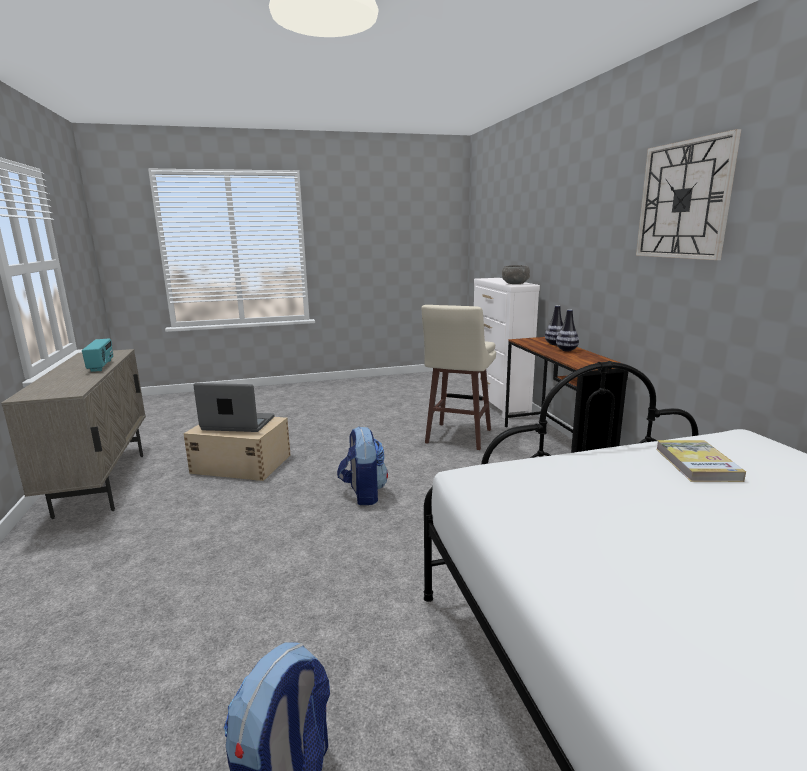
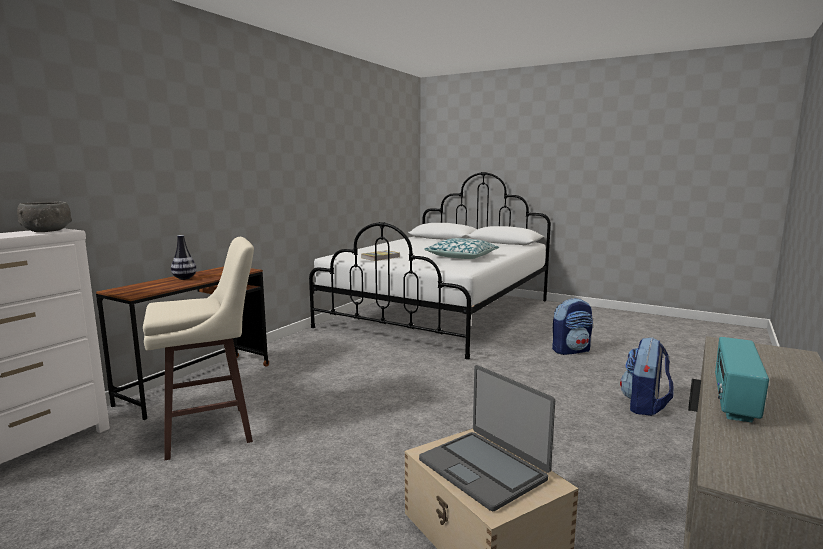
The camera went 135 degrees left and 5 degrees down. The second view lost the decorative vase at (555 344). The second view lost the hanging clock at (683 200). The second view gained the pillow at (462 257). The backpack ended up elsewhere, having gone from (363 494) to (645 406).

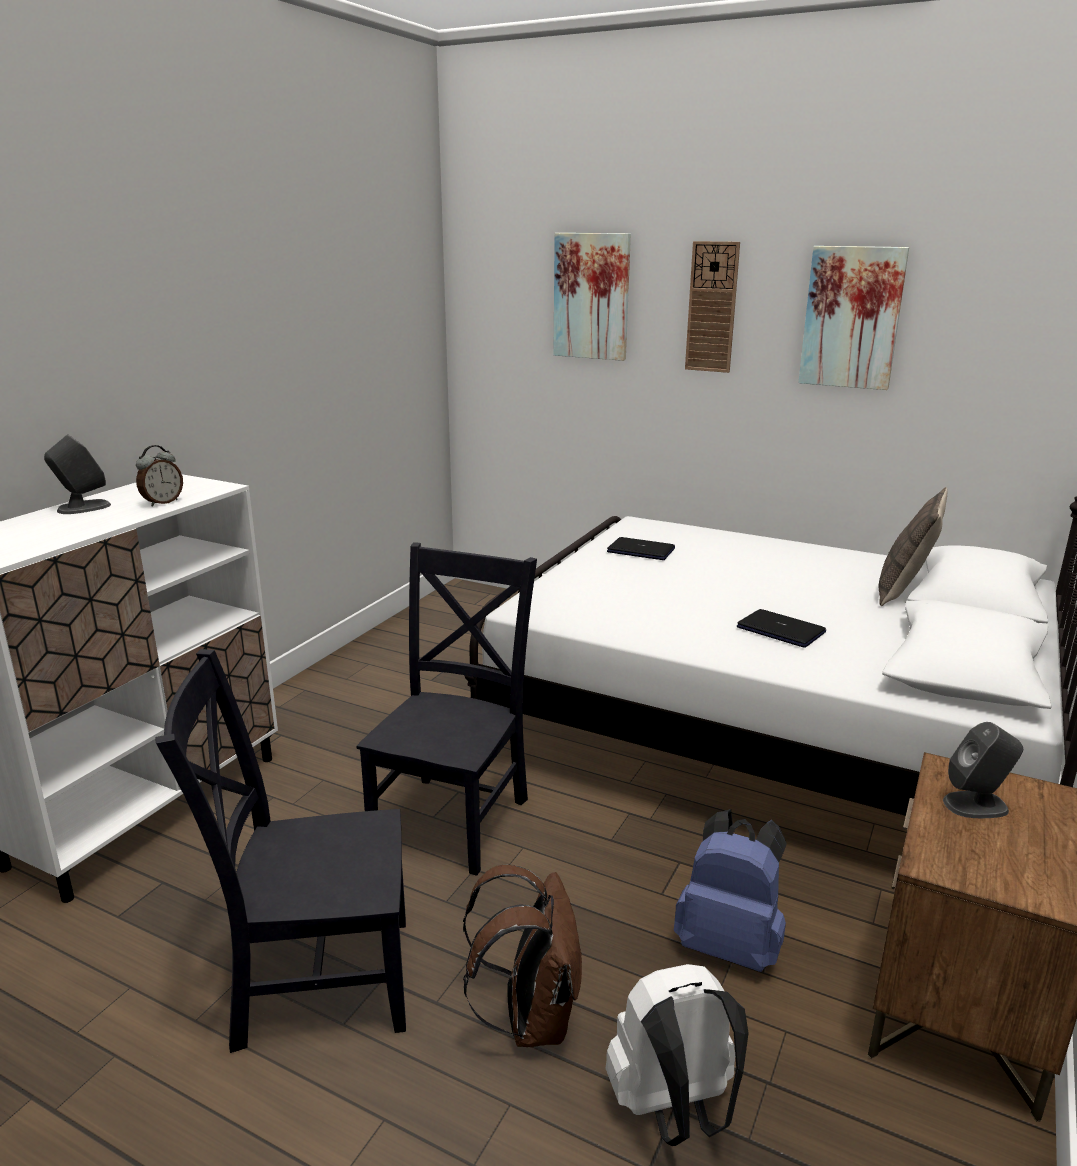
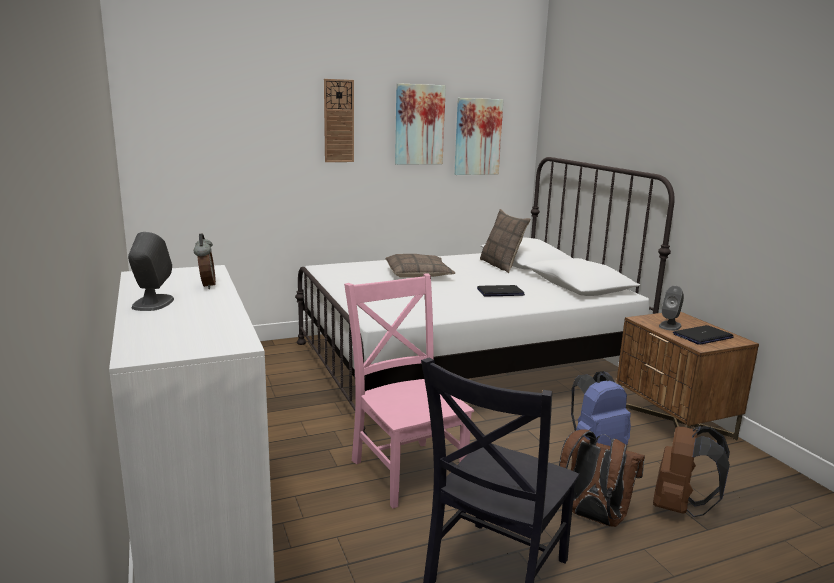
The camera went 50 degrees left and 5 degrees down. The second view gained the pillow at (418 274). The picture ended up elsewhere, having gone from (592 296) to (477 137). The notebook computer ended up elsewhere, having gone from (641 550) to (702 336). What was the upright chair in black at (454 818) turned into the upright chair in pink-coloured at (406 469). What was the backpack in white-coloured at (674 1110) turned into the backpack in brown at (680 507).

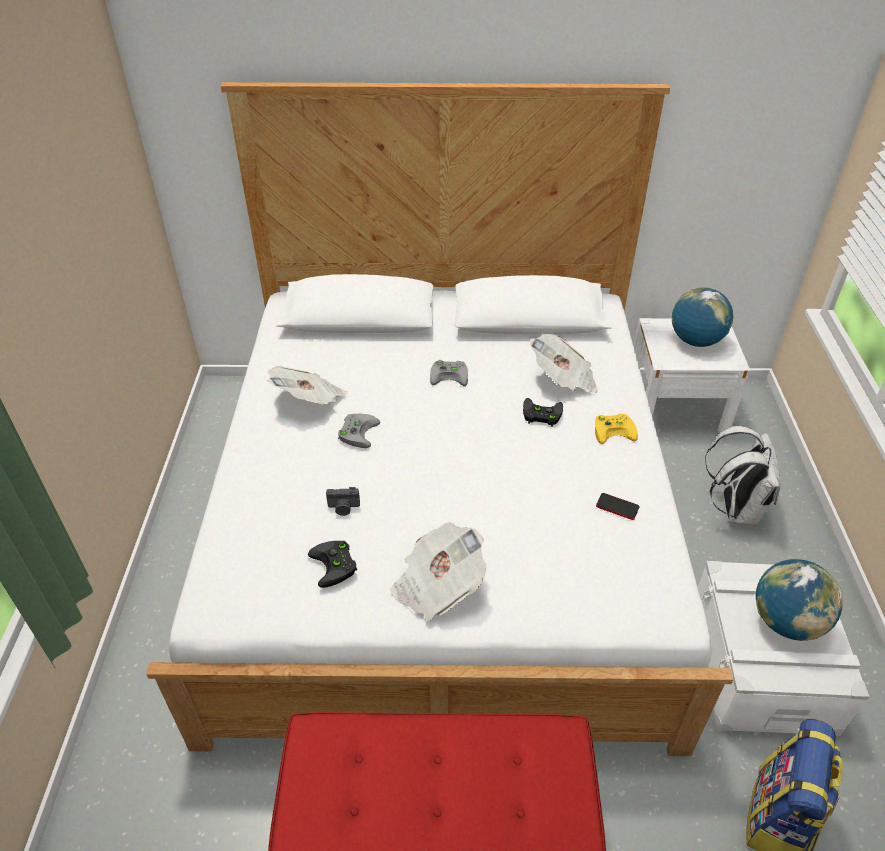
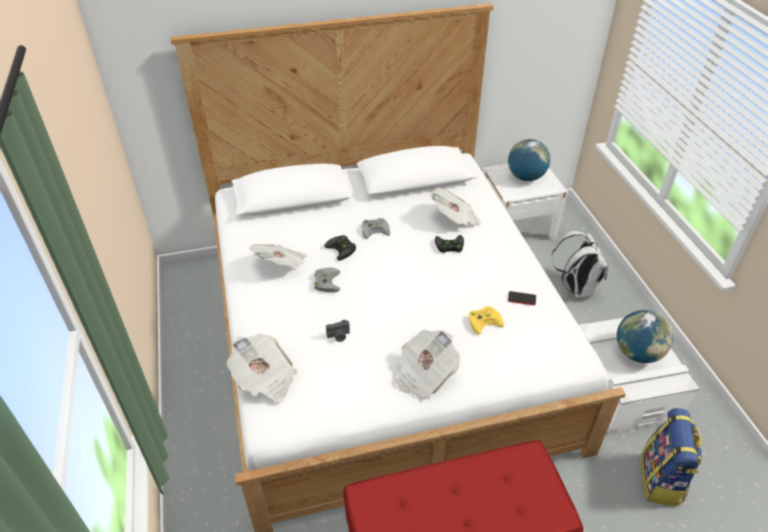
The camera went 15 degrees left and 0 degrees up. The second view gained the daily paper at (265 379). The gamepad in black ended up elsewhere, having gone from (335 565) to (342 249). The gamepad in yellow ended up elsewhere, having gone from (614 430) to (485 320).

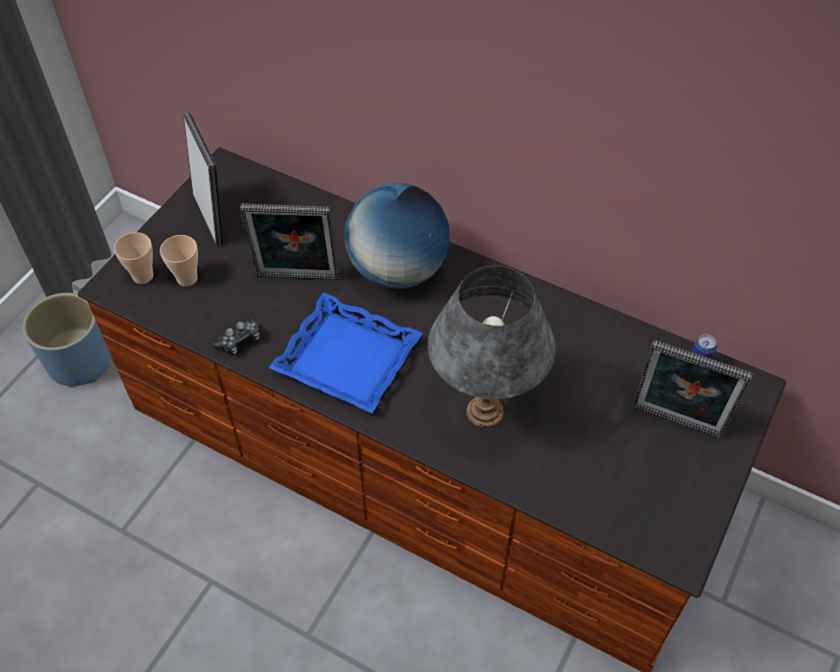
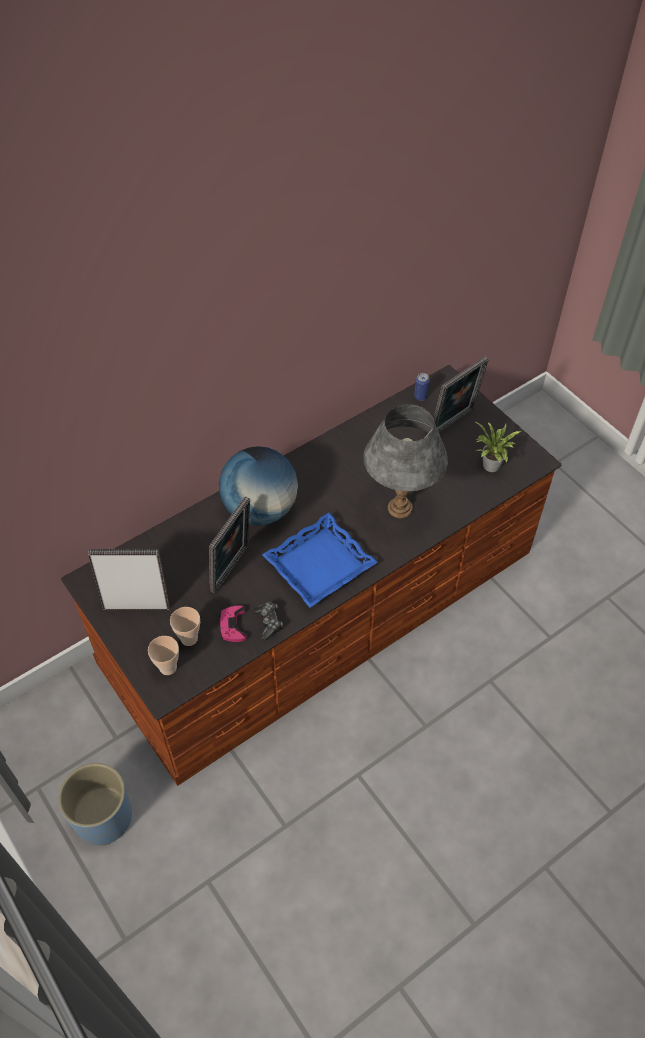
The camera went 65 degrees left and 0 degrees up. The second view gained the gamepad in pink-coloured at (233 626). The second view gained the potted plant at (490 467).

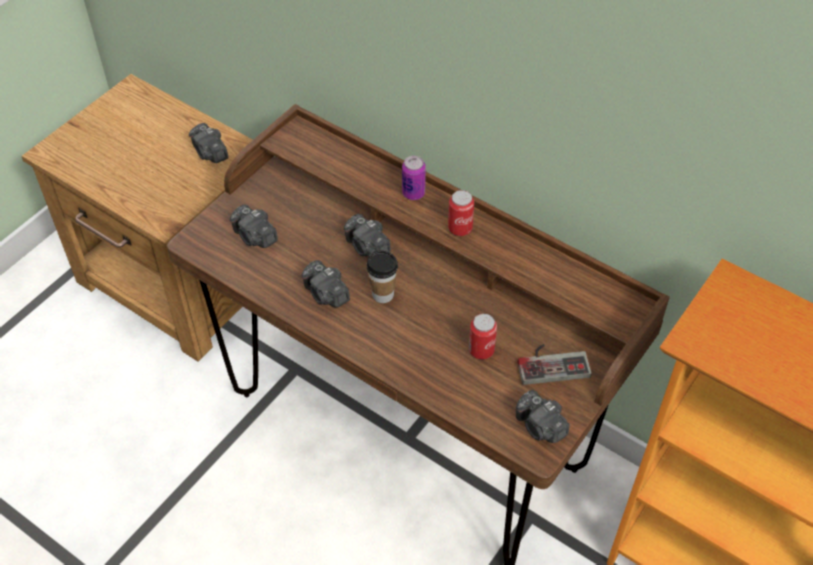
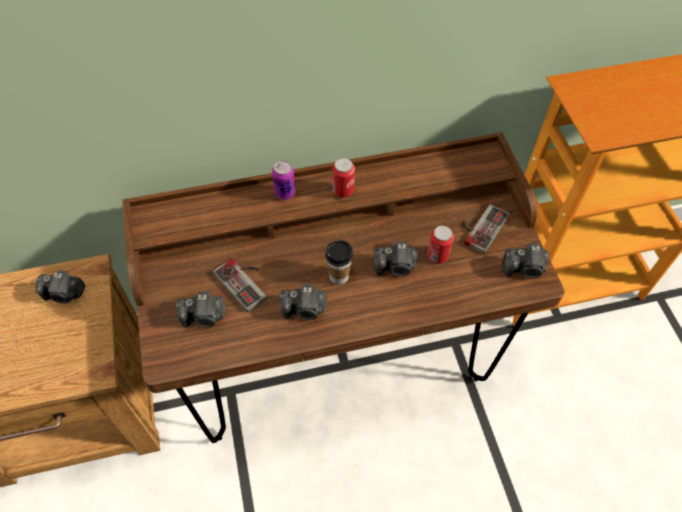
The camera went 50 degrees left and 5 degrees up. The second view gained the gamepad at (245 282). The photo camera ended up elsewhere, having gone from (367 247) to (395 267).

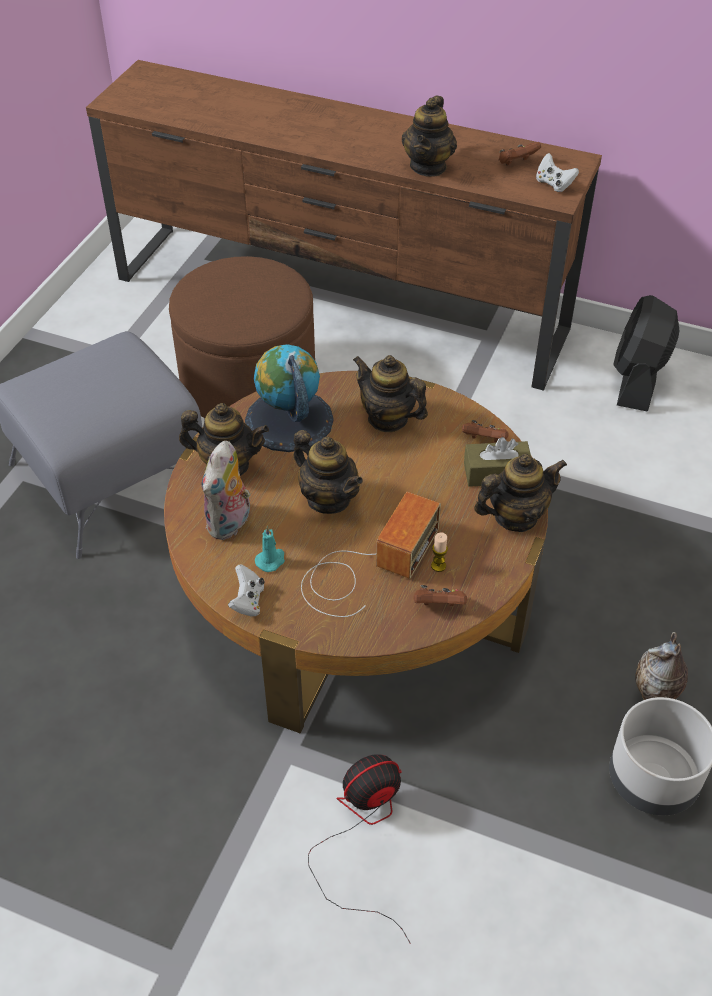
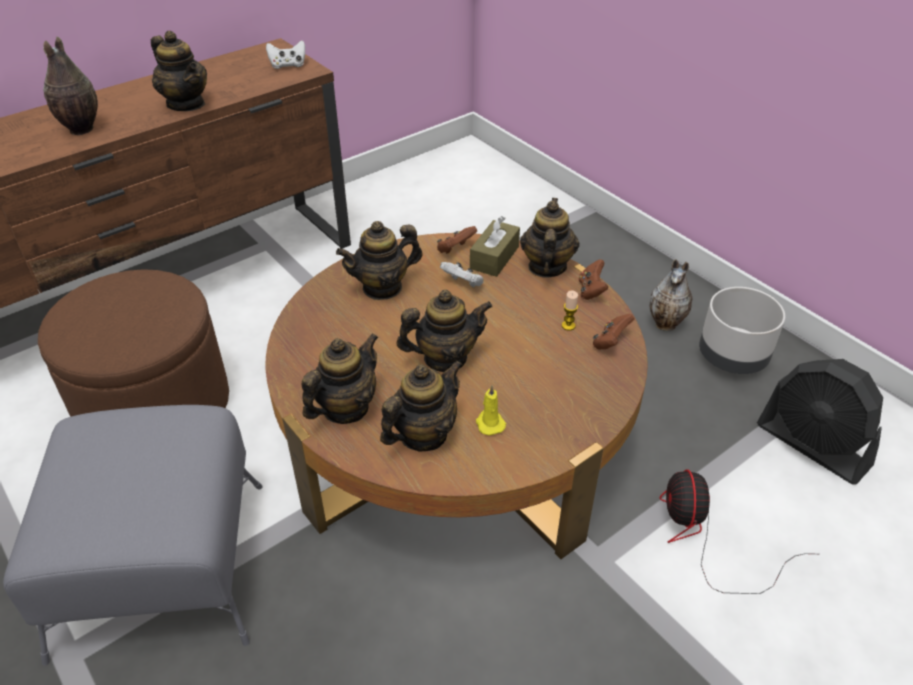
The camera went 60 degrees left and 5 degrees down. The second view lost the desk globe at (288 420). The second view lost the radio receiver at (366 567). The second view gained the decorative vase at (81 130). The gamepad in white-coloured ended up elsewhere, having gone from (248 601) to (463 284). The gamepad in brown ended up elsewhere, having gone from (516 163) to (591 290). The fan in black ended up elsewhere, having gone from (637 379) to (813 445). Where the plush toy stood at (230 524), the teapot came to stand at (423 434). What was the wax candle in turquoise-coloured at (271 560) turned into the wax candle in yellow at (489 423).

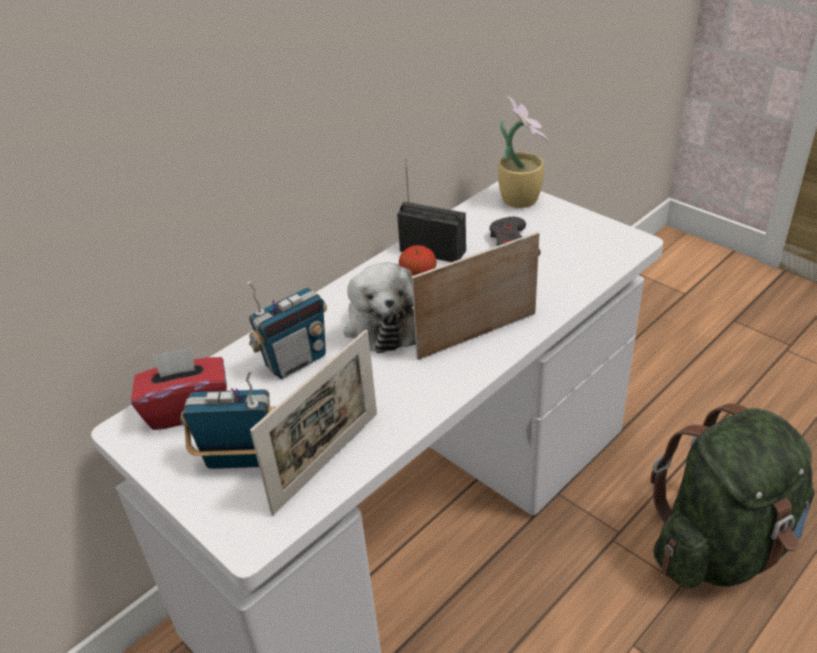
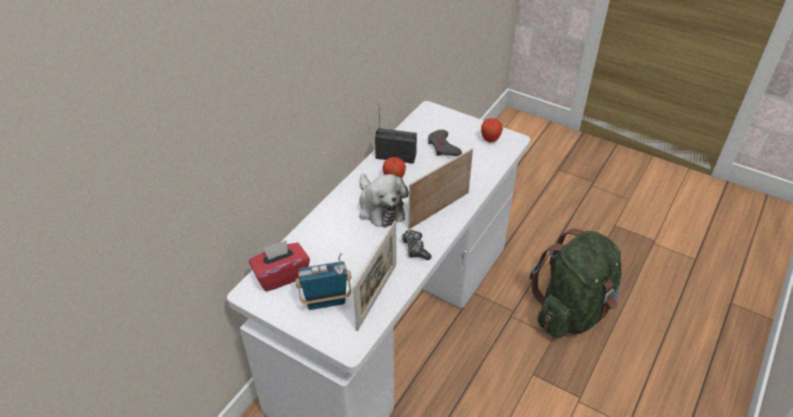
The camera went 15 degrees left and 5 degrees up. The second view lost the radio receiver at (295 361). The second view lost the potted plant at (520 199). The second view gained the gamepad at (415 249). The second view gained the whole apple at (490 140).

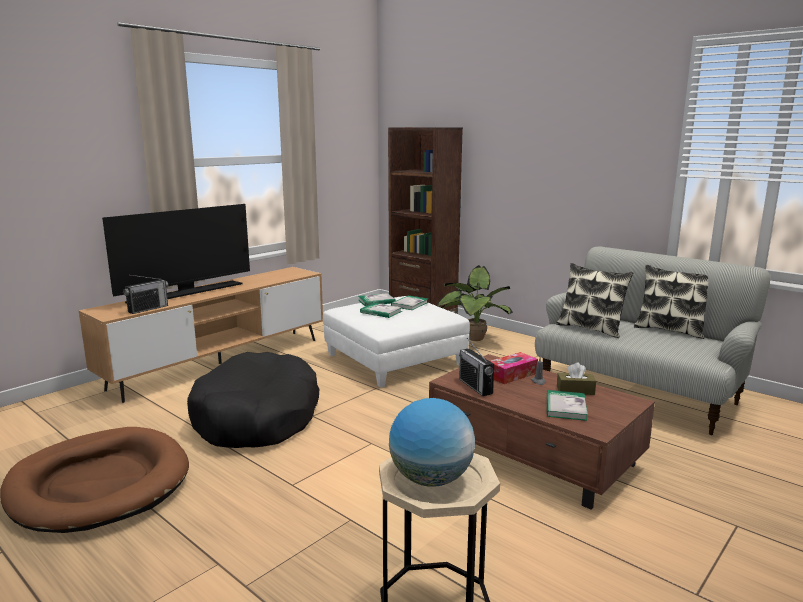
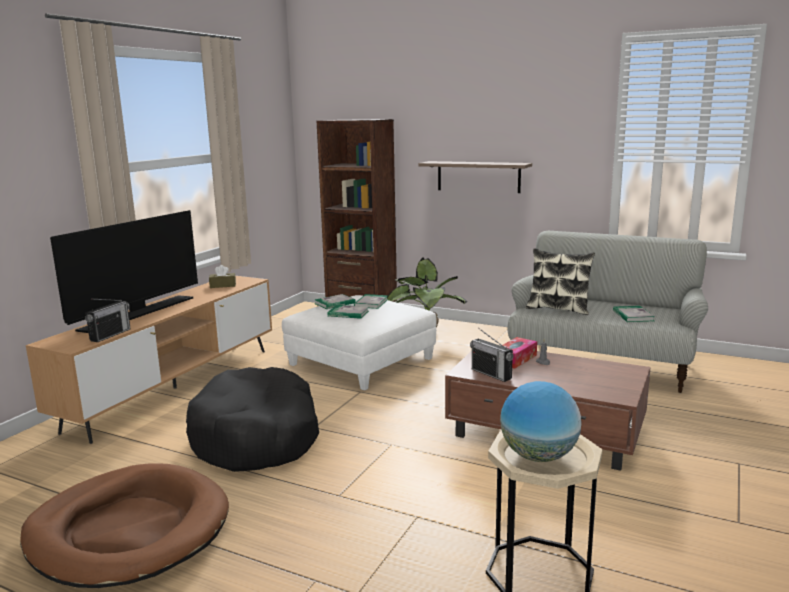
The camera went 15 degrees left and 0 degrees up. The second view lost the pillow at (670 330). The second view gained the bracket shelf at (478 176). The volume ended up elsewhere, having gone from (565 407) to (633 316). The box of tissues in brown ended up elsewhere, having gone from (575 390) to (223 285).

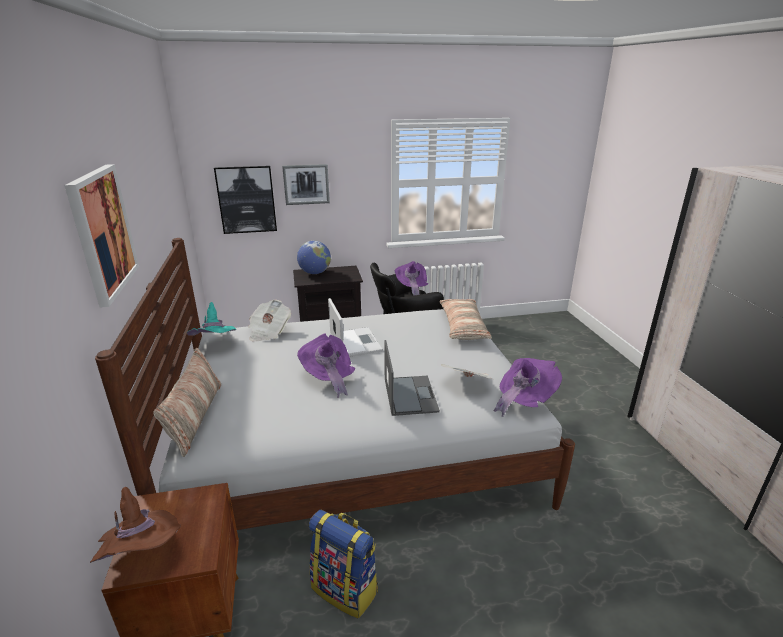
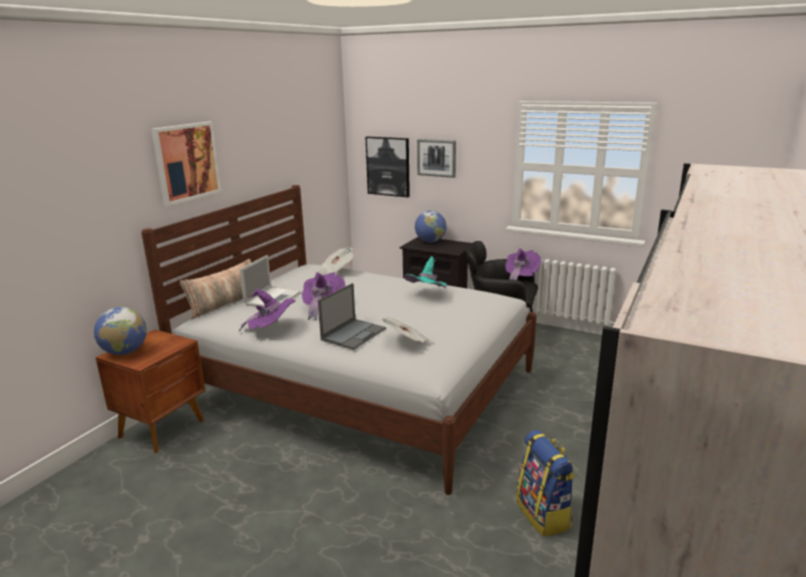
The camera went 40 degrees right and 5 degrees down. The second view lost the pillow at (462 327). The clothing hat in turquoise-coloured ended up elsewhere, having gone from (216 345) to (427 296). The backpack ended up elsewhere, having gone from (346 589) to (544 514). The notebook computer ended up elsewhere, having gone from (355 342) to (273 298). The clothing hat in purple ended up elsewhere, having gone from (524 400) to (271 329). Where the clothing hat in brown stood at (143 554), the desk globe came to stand at (125 352).

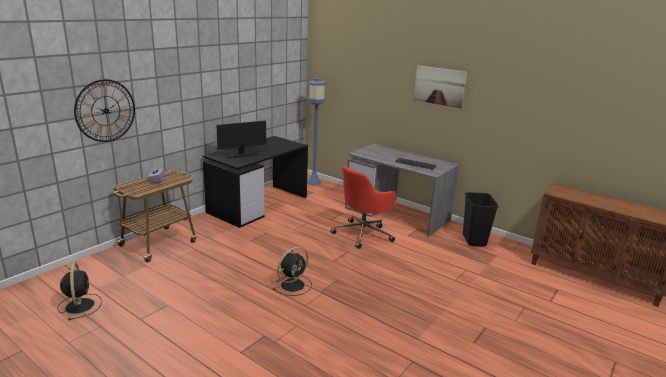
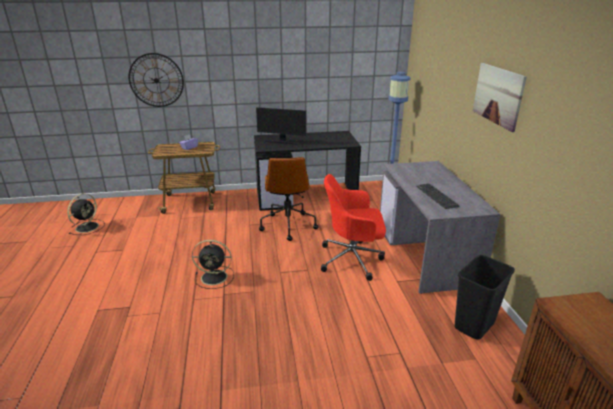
The camera went 45 degrees right and 5 degrees up. The second view gained the office chair in brown at (288 225).

